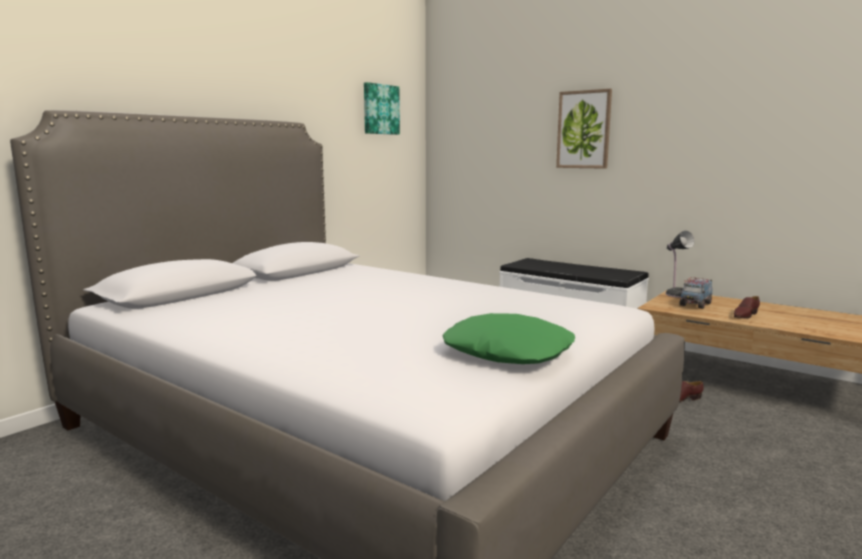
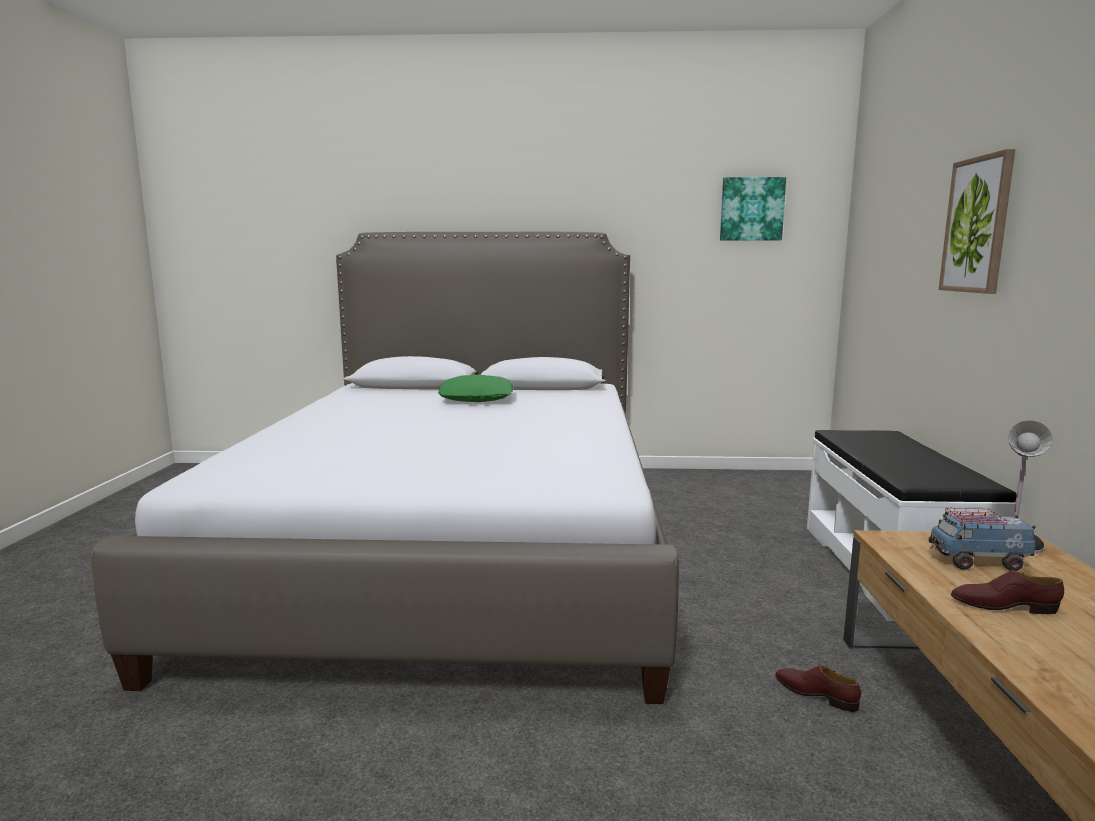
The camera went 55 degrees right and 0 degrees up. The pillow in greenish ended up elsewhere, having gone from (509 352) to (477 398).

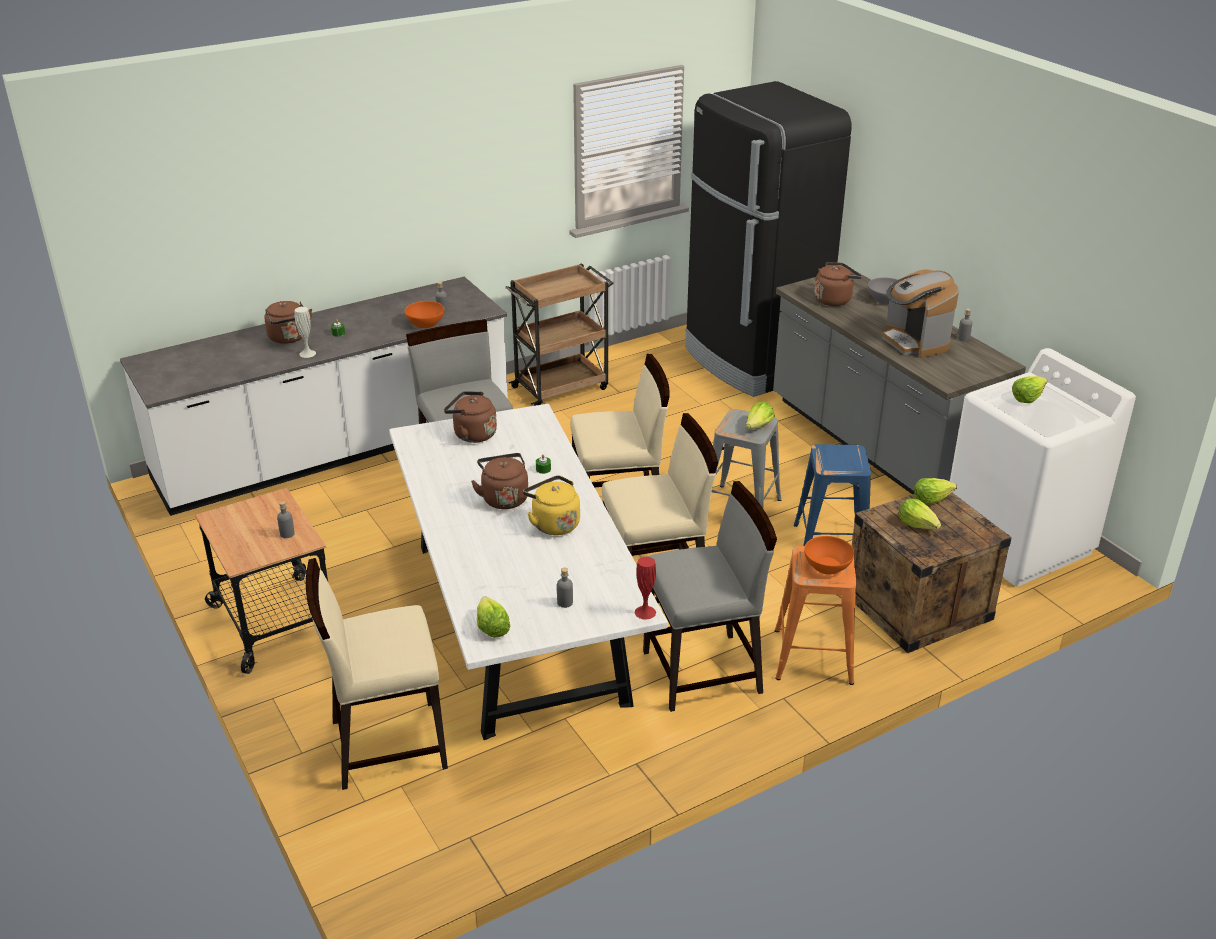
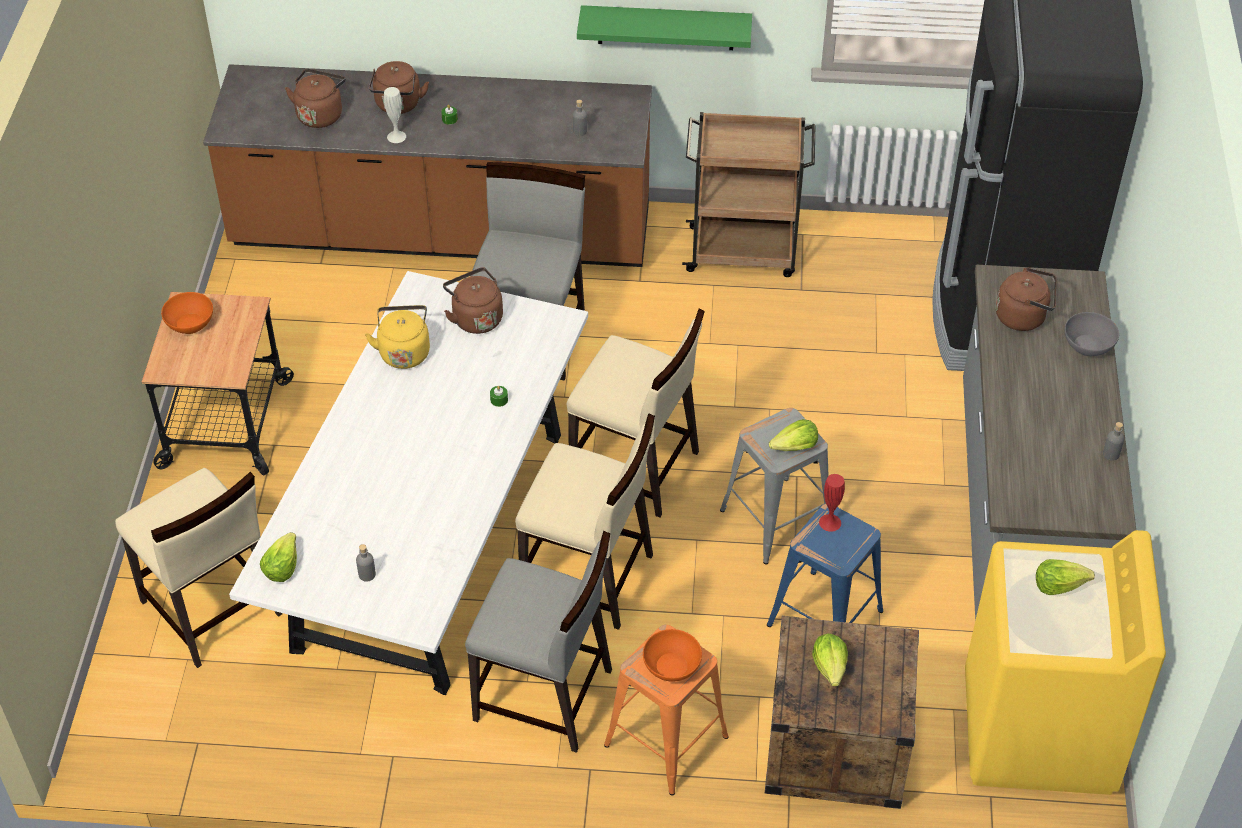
The camera went 35 degrees right and 15 degrees up. The second view lost the drink bottle in gray at (287 534). The second view lost the coffee brewer at (914 342). The second view lost the lettuce at (931 499). The second view gained the bracket shelf in greenish at (666 27). The serving bowl in orange-coloured ended up elsewhere, having gone from (425 323) to (190 324). The kettle in brown ended up elsewhere, having gone from (504 498) to (320 114). The kettle in yellow ended up elsewhere, having gone from (553 523) to (404 351). The decorative vase in red-coloured ended up elsewhere, having gone from (645 612) to (830 522). What was the kitchen counter in white-coloured at (335 450) turned into the kitchen counter in brown at (441 232). What was the laundry machine in white-coloured at (1017 543) turned into the laundry machine in yellow at (1038 732). The upright chair in sand-coloured at (387 743) ended up facing another way, 150 degrees counterclockwise from before.

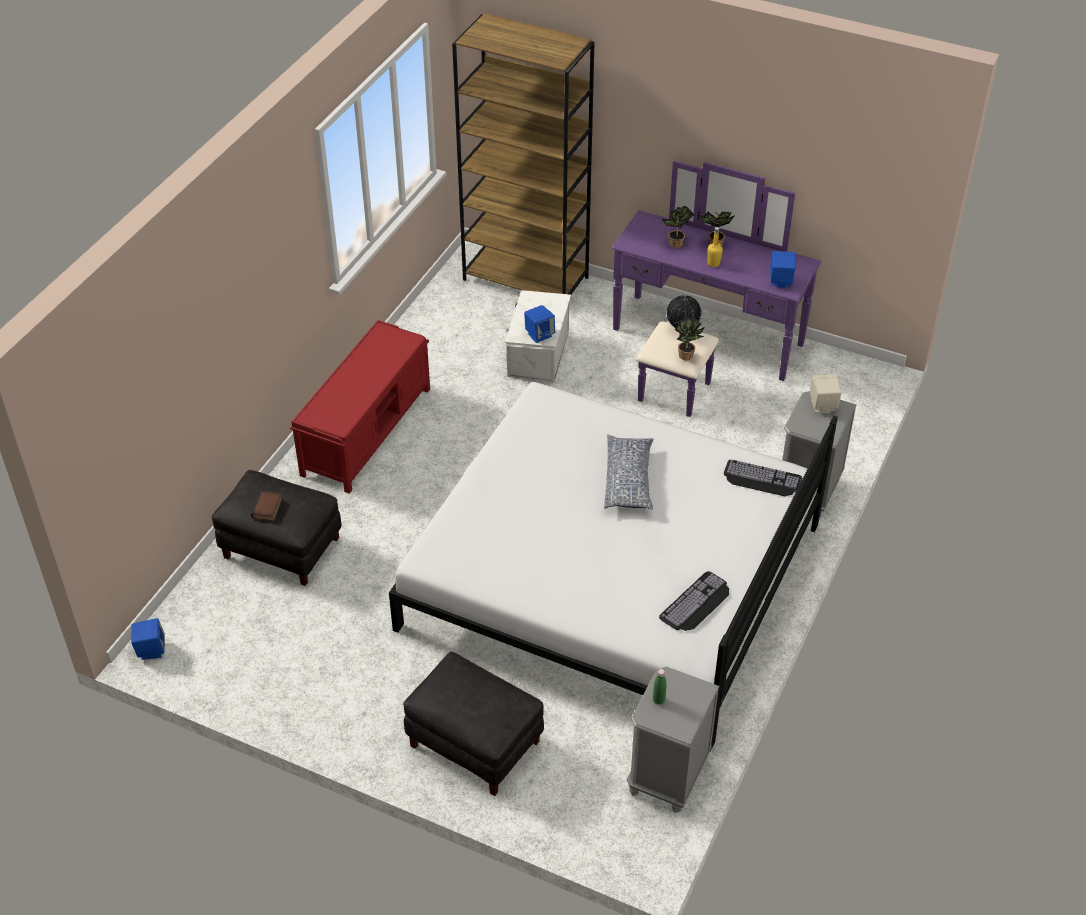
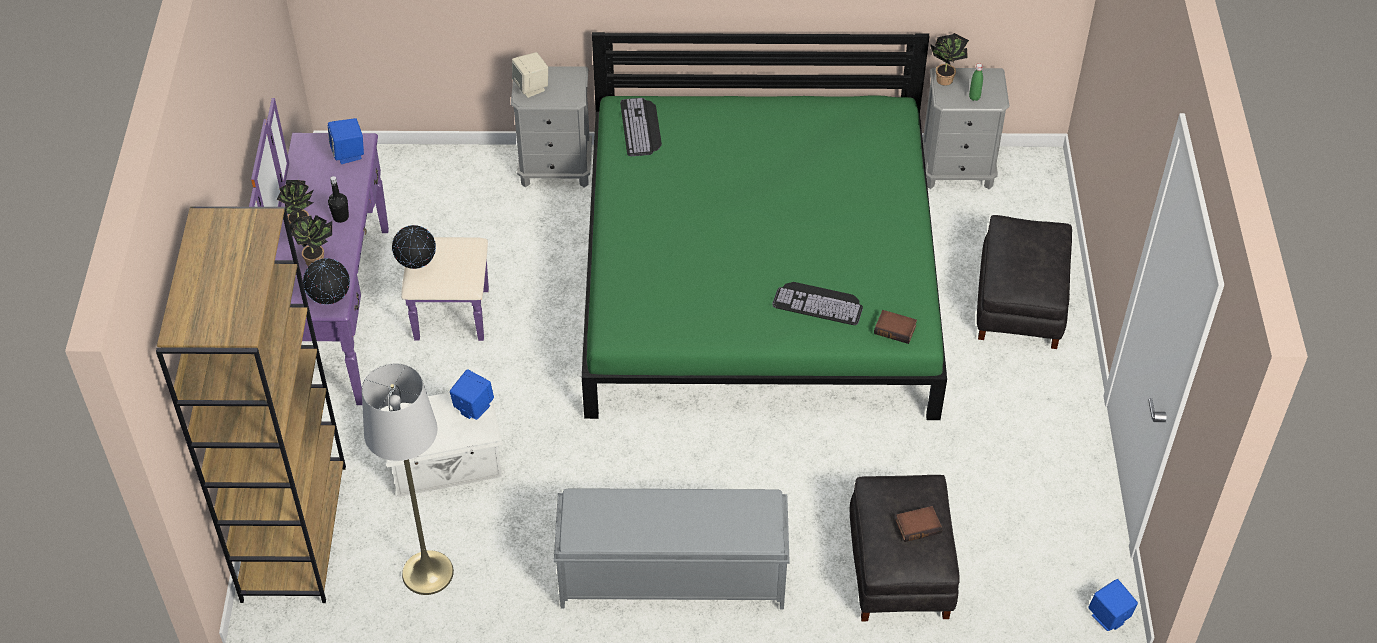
The camera went 115 degrees left and 5 degrees up. The second view lost the pillow at (629 480). The second view gained the desk globe at (330 300). The second view gained the standard lamp in gray at (427 573). The second view gained the volume at (896 329). The computer keyboard ended up elsewhere, having gone from (697 604) to (819 302). The potted plant ended up elsewhere, having gone from (687 356) to (945 78). What was the indoor bench in red-coloured at (367 430) turned into the indoor bench in gray at (670 577). What was the bedroom bed in white-coloured at (612 577) turned into the bedroom bed in greenish at (759 276). What was the drink bottle in yellow at (713 263) turned into the drink bottle in black at (341 217).

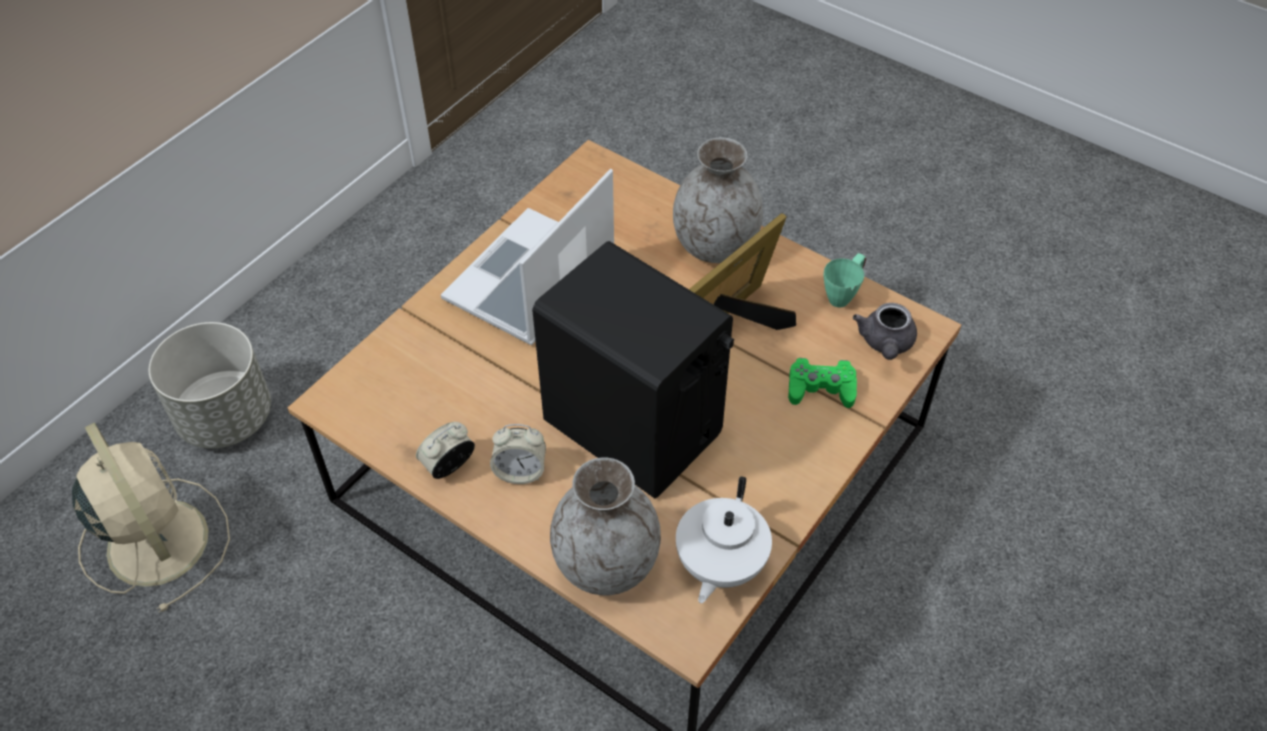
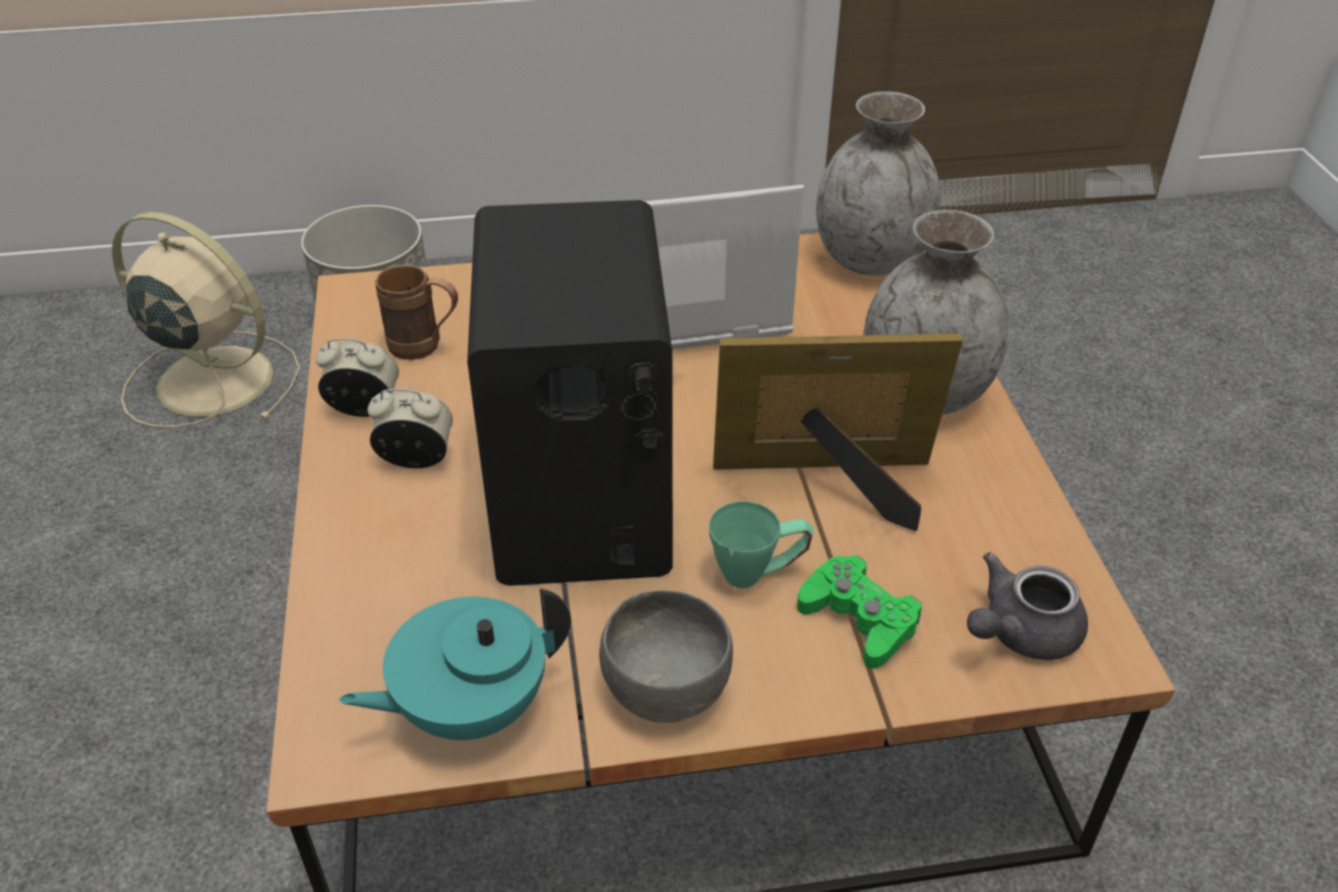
The camera went 45 degrees right and 10 degrees down. The second view gained the mug in brown at (425 347). The second view gained the serving bowl in gray at (665 686). The decorative vase in gray ended up elsewhere, having gone from (606 563) to (872 260). The mug in greenish ended up elsewhere, having gone from (843 294) to (758 573). What was the teapot in white-coloured at (719 565) turned into the teapot in turquoise-coloured at (470 708). The fan in sand-coloured at (156 539) ended up facing another way, 75 degrees counterclockwise from before. The bedside clock at (520 471) ended up facing another way, 135 degrees clockwise from before.

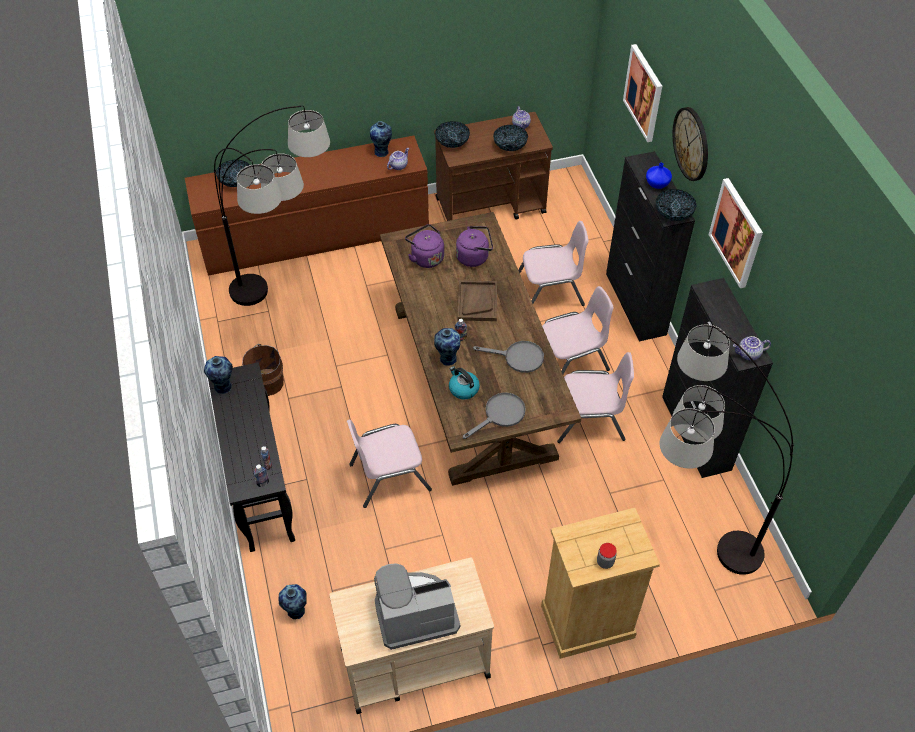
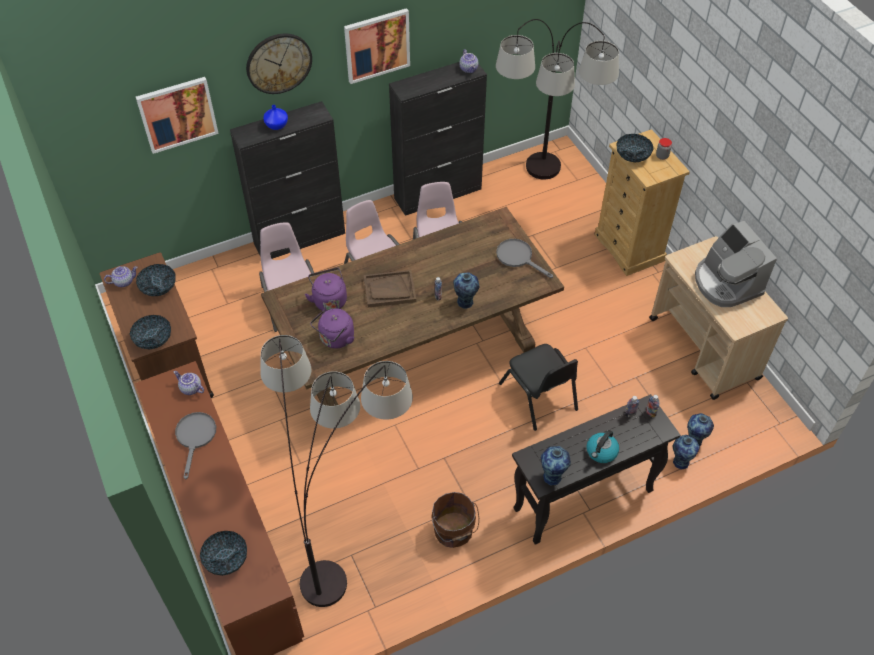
The camera went 100 degrees left and 0 degrees up. The decorative vase ended up elsewhere, having gone from (382 152) to (680 461). The kettle ended up elsewhere, having gone from (463 389) to (601 452). The pan in gray ended up elsewhere, having gone from (518 358) to (195 437). The serving bowl ended up elsewhere, having gone from (673 213) to (632 155). What was the upright chair in pink-coloured at (389 476) turned into the upright chair in black at (538 397).

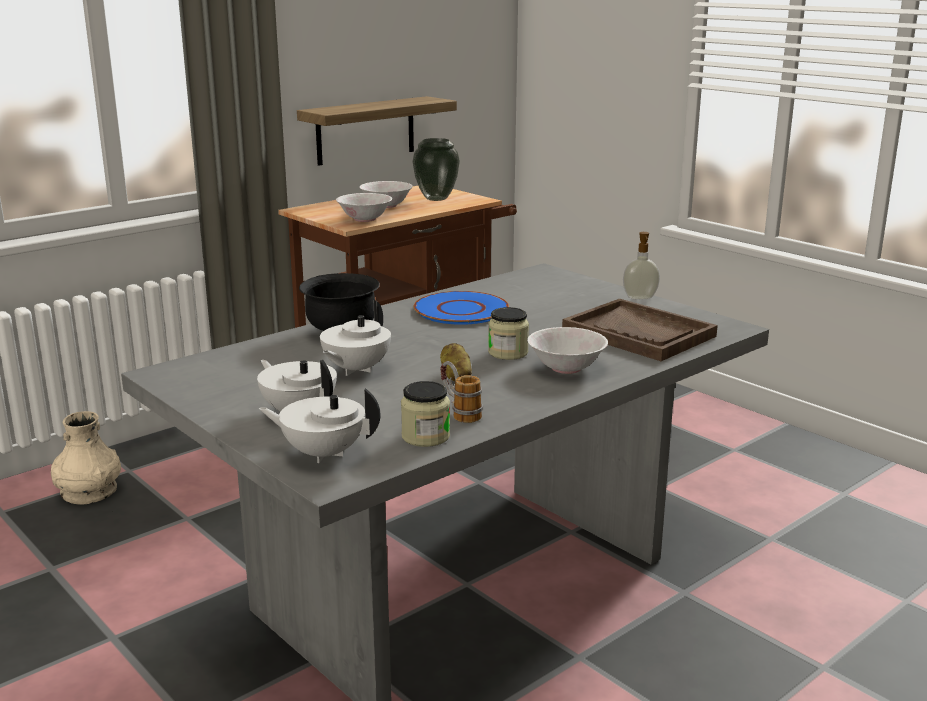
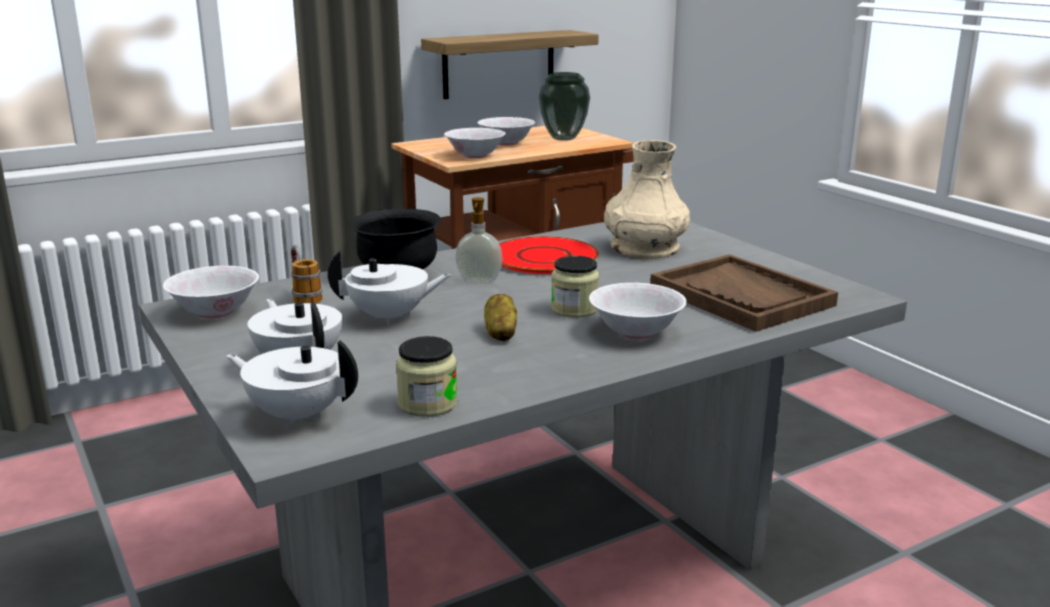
The camera went 10 degrees right and 0 degrees up. The second view gained the serving bowl in white-coloured at (215 311). The decorative vase in sand-coloured ended up elsewhere, having gone from (89 491) to (644 248). The mug ended up elsewhere, having gone from (459 412) to (304 296). The soap bottle ended up elsewhere, having gone from (640 298) to (479 282). What was the plate in blue-coloured at (460 310) turned into the plate in red-coloured at (543 257). The teapot in white-coloured at (355 369) ended up facing another way, 135 degrees counterclockwise from before.

